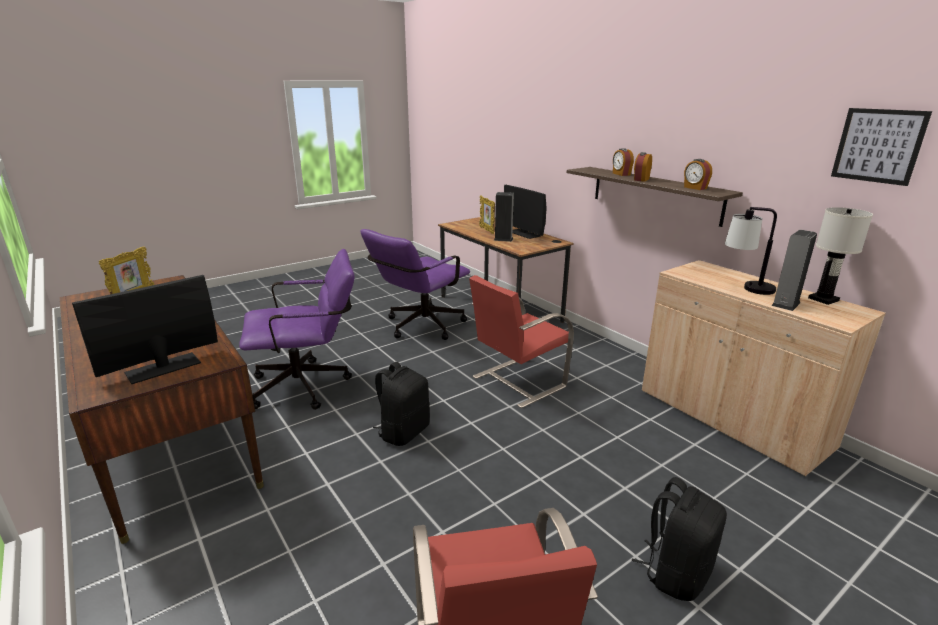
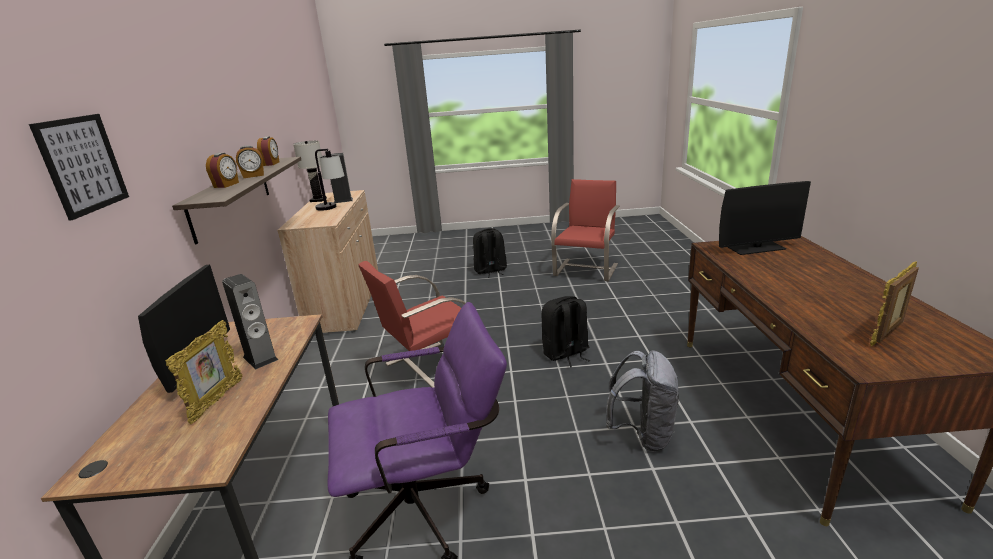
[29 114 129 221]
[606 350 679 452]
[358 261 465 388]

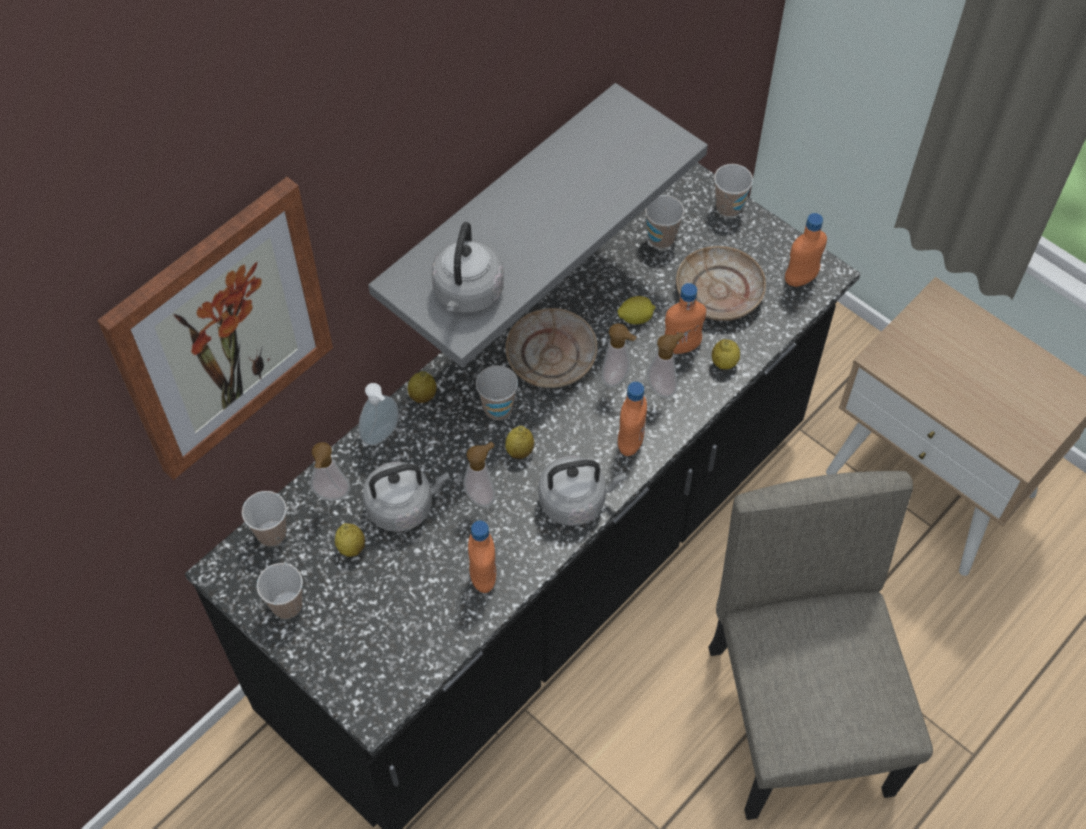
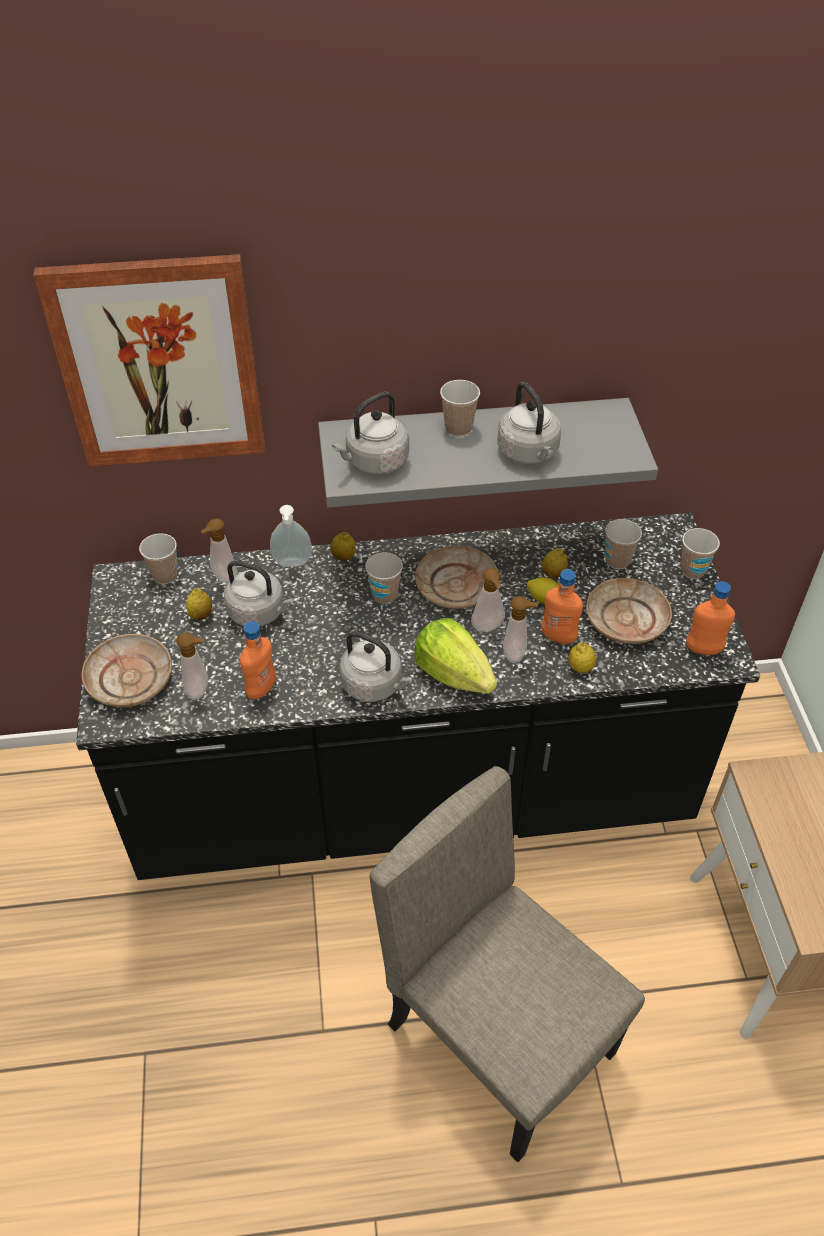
[82 634 172 707]
[498 382 561 464]
[440 380 480 436]
[176 632 208 700]
[542 548 568 578]
[414 618 497 694]
[370 766 645 1162]

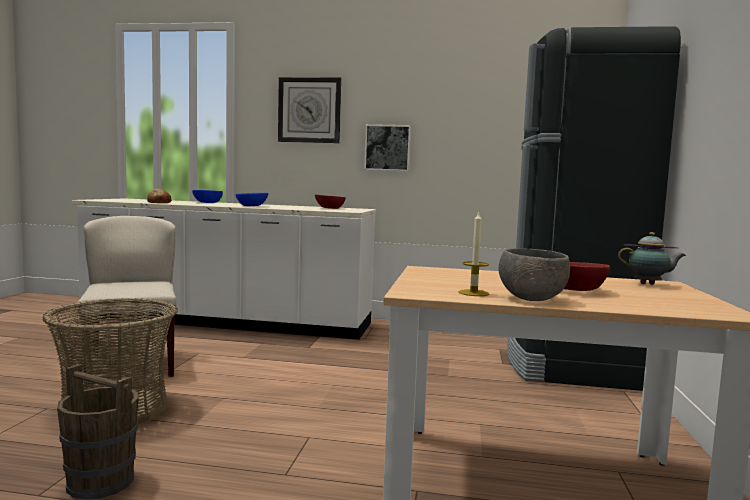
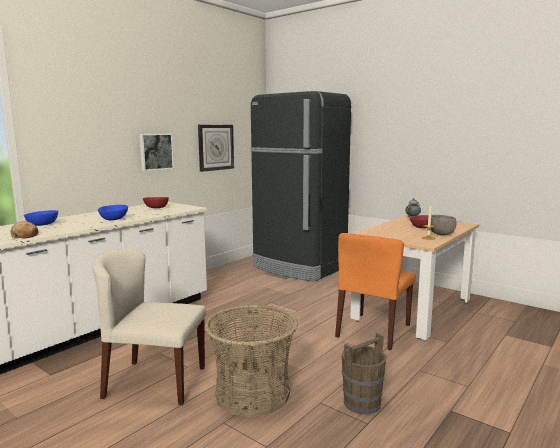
[335 233 416 351]
[198 125 234 172]

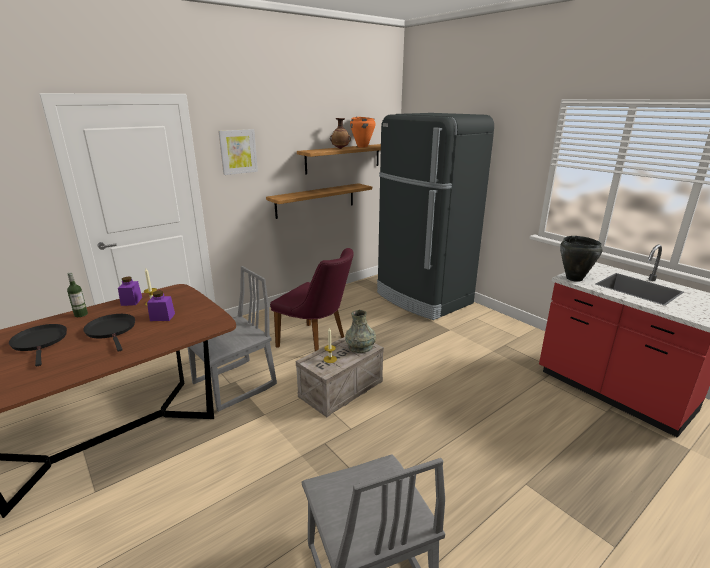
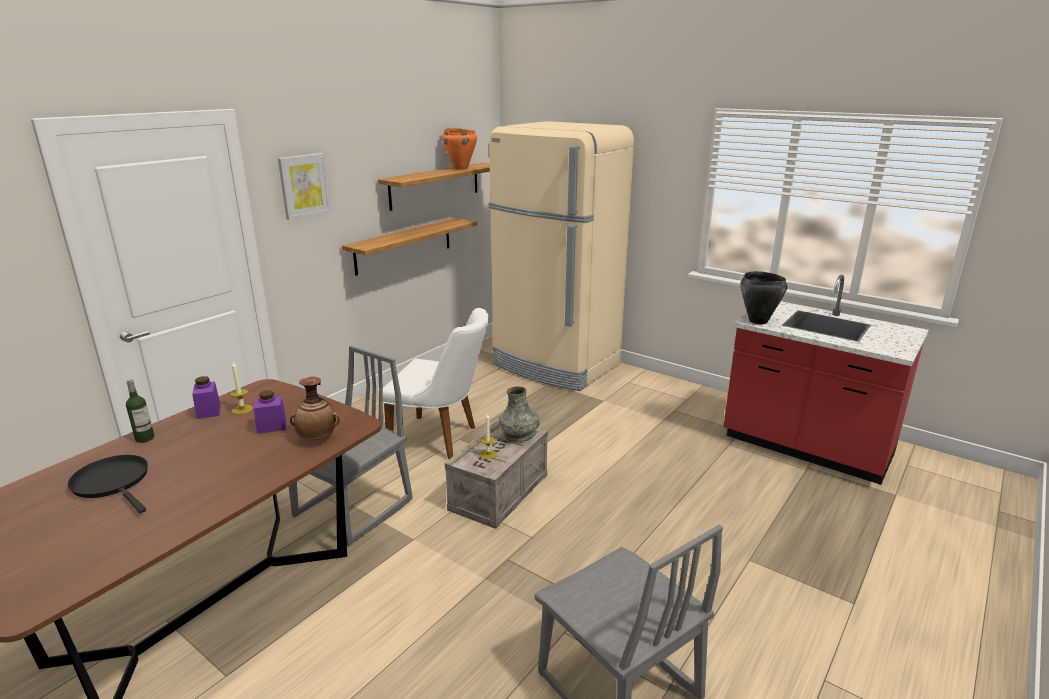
[83 314 135 352] (first image)
[290 377 340 440]
[383 308 489 459]
[489 121 634 391]

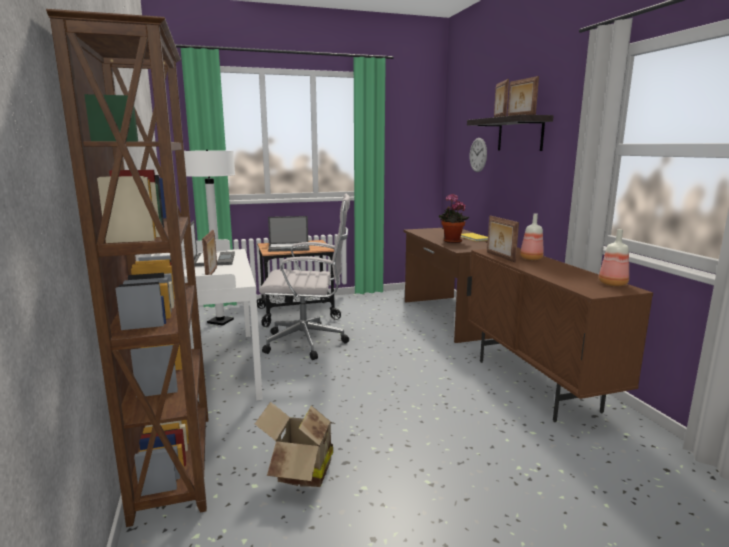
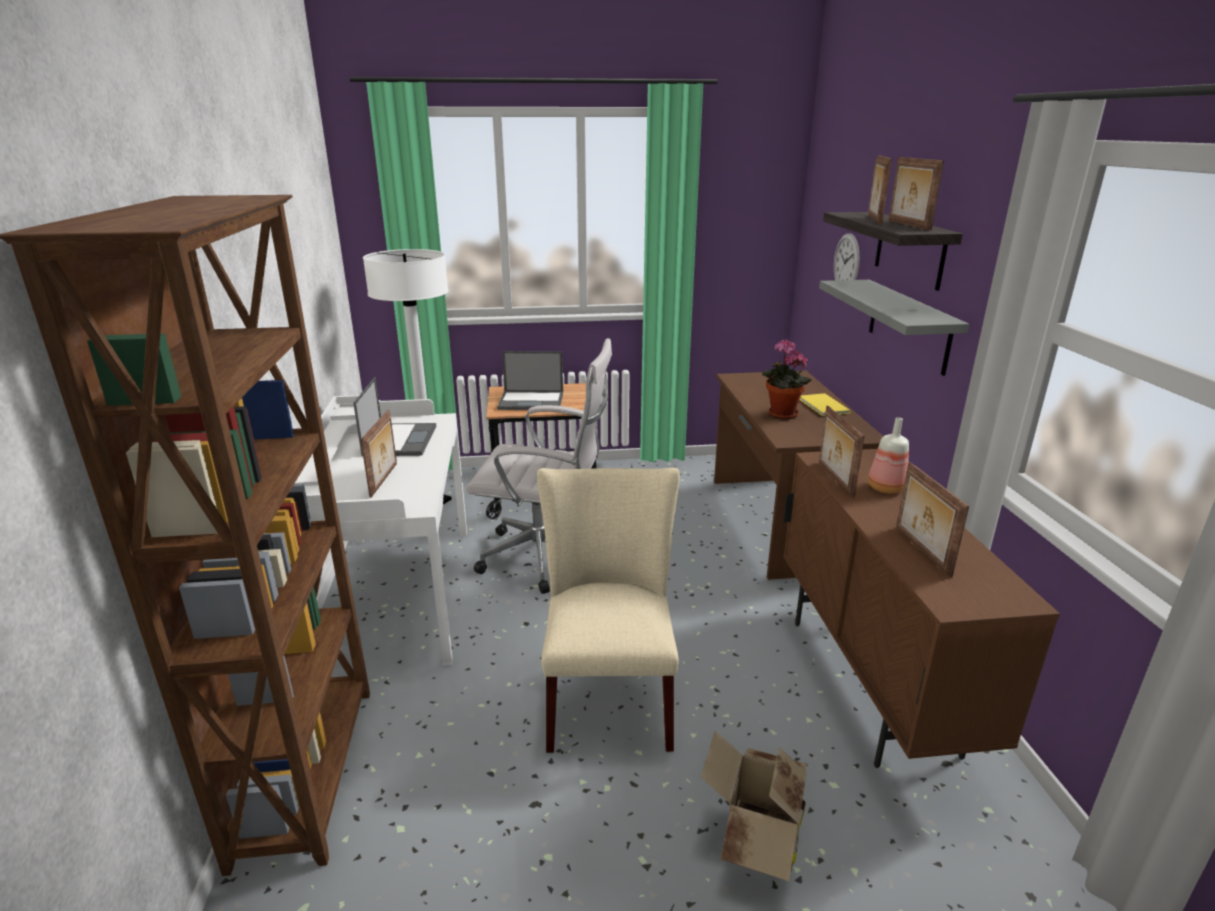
[599 229 629 286] (first image)
[537 468 680 753]
[819 280 969 376]
[896 462 969 578]
[701 730 807 881]

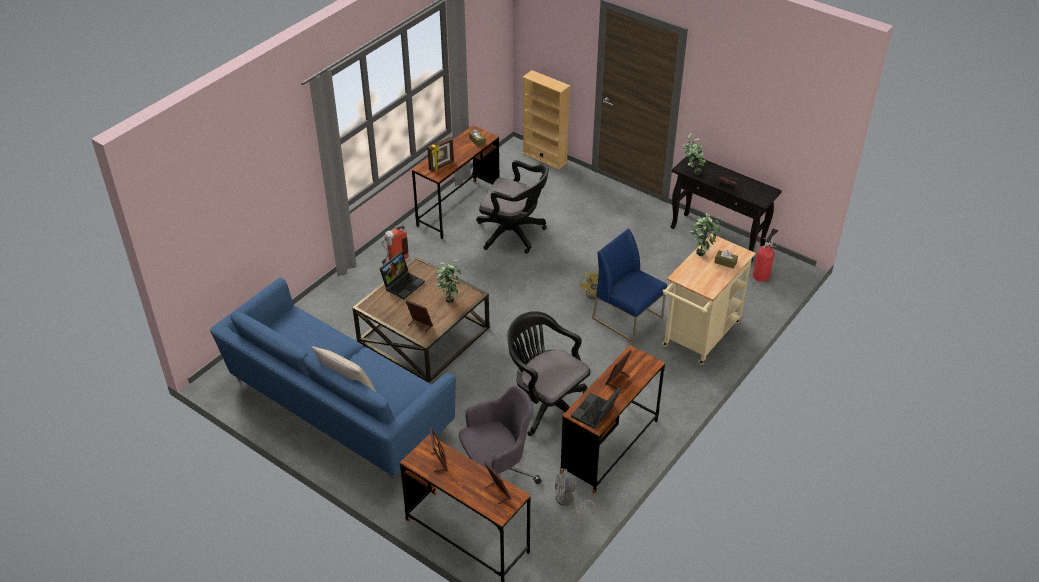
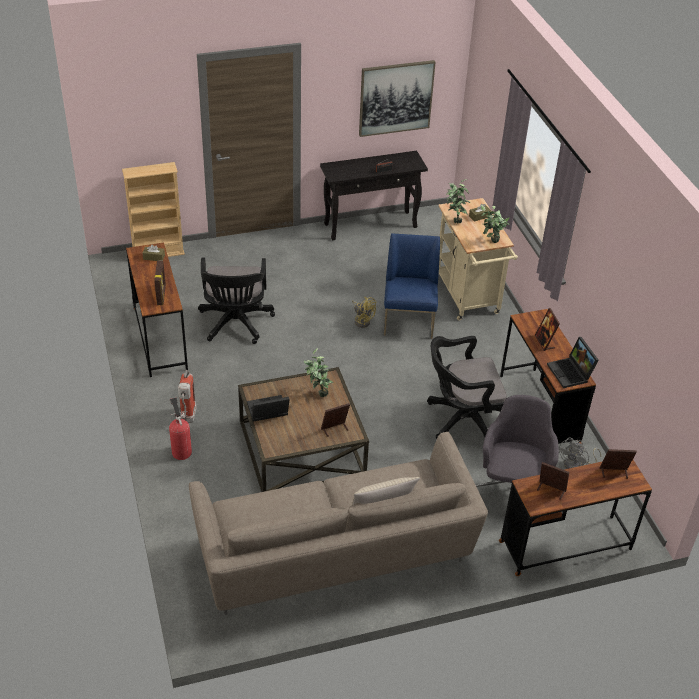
[359 60 436 137]
[481 205 510 243]
[169 398 192 460]
[189 432 488 615]
[247 395 290 422]
[198 258 275 344]
[384 233 440 339]

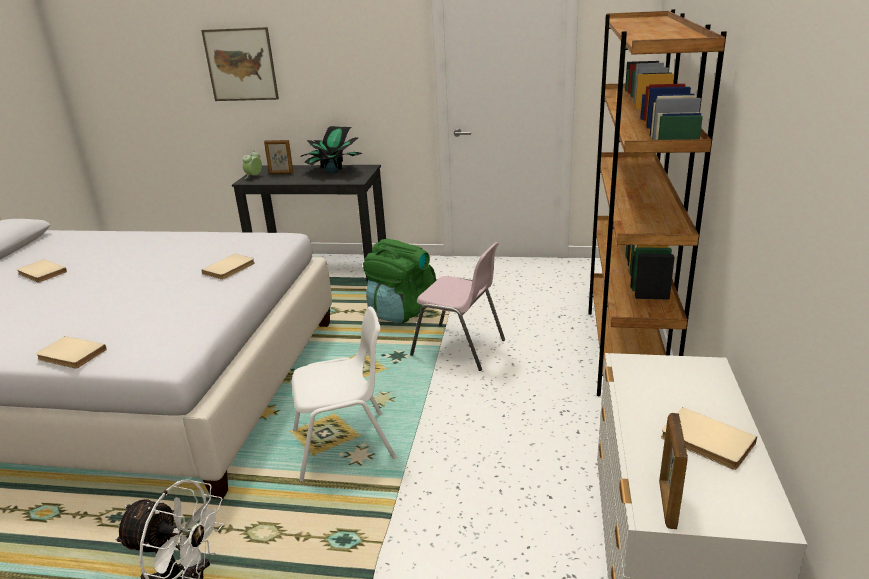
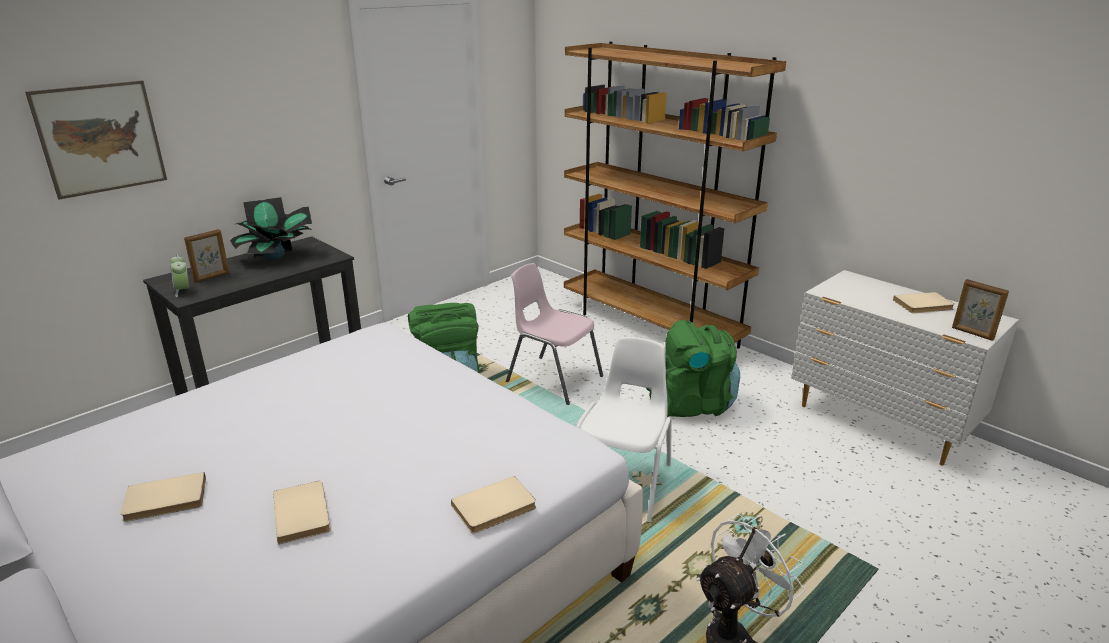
[646 320 740 417]
[273 481 331 545]
[506 263 603 405]

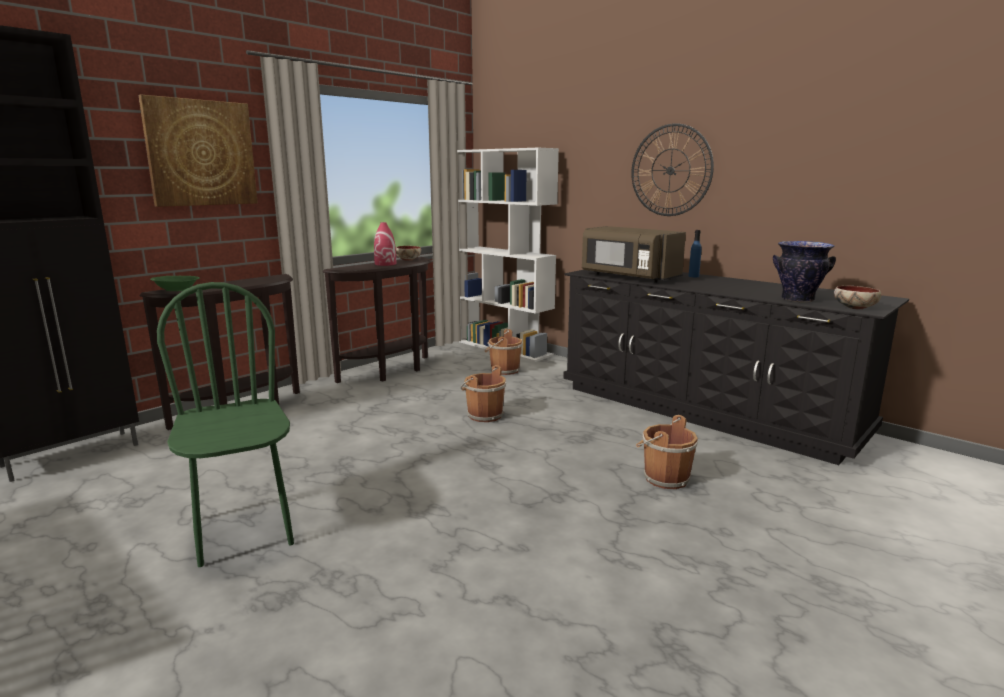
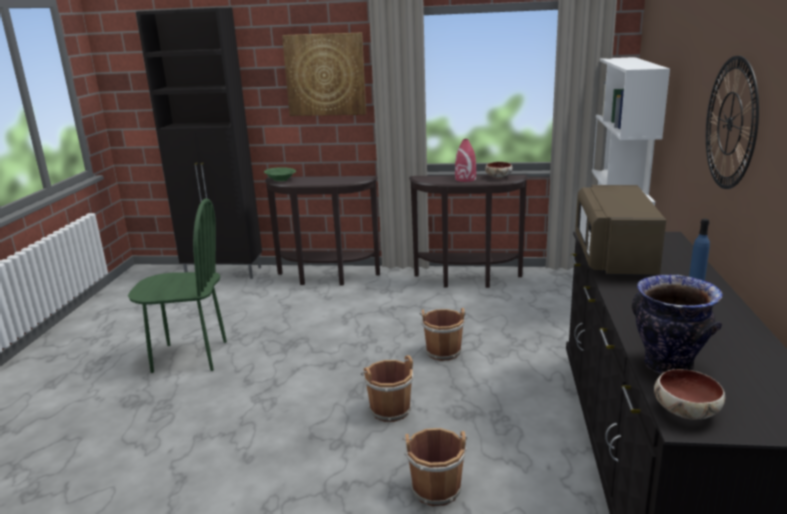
[361 355 413 422]
[128 199 227 373]

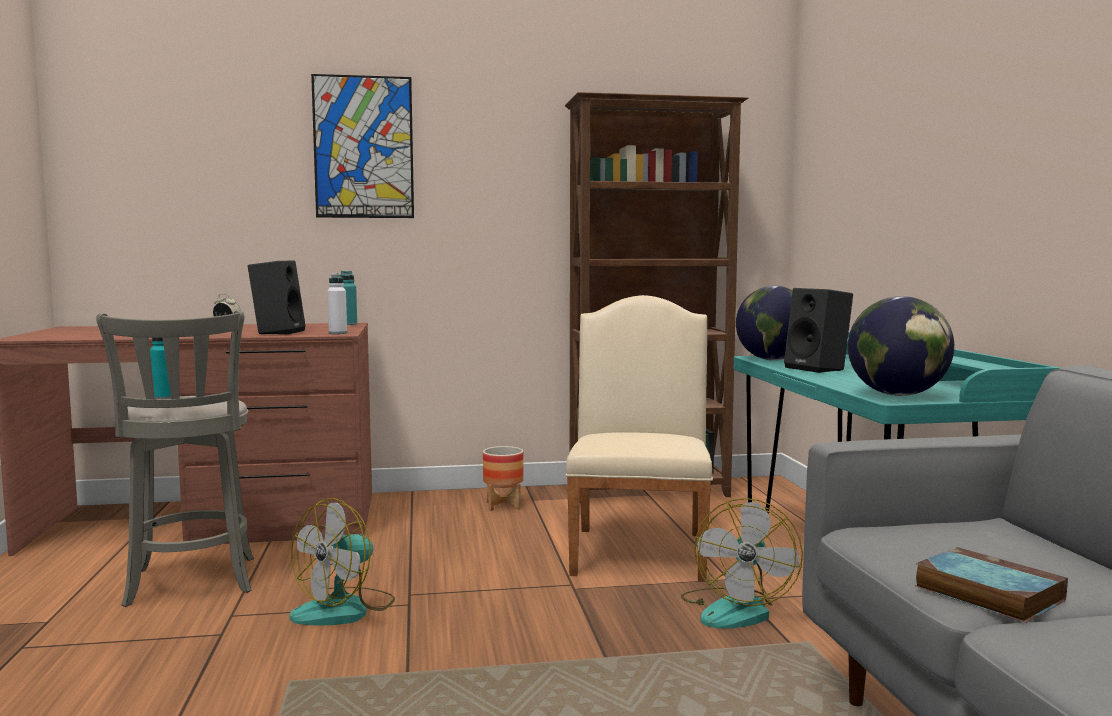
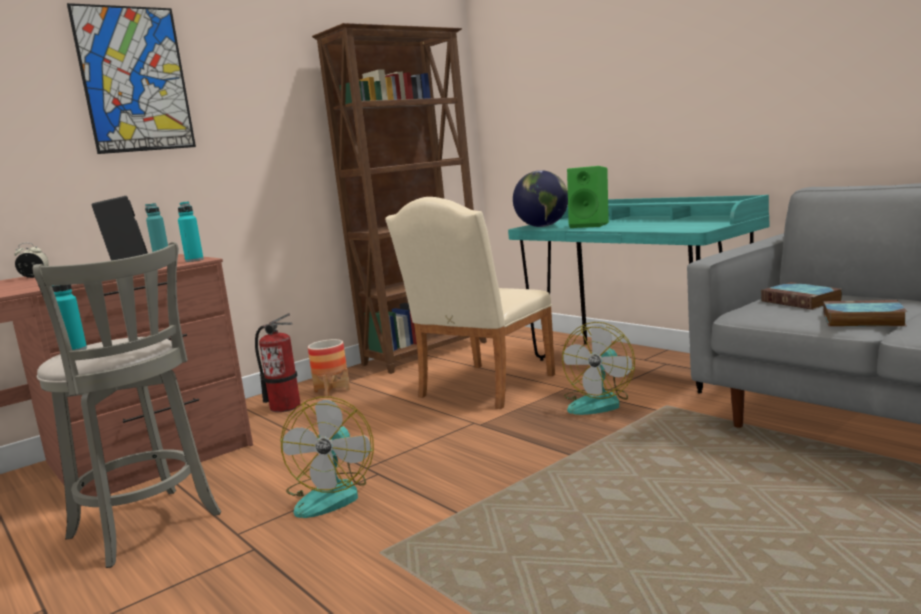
[848 296 954 396] (first image)
[255 313 301 412]
[761 282 842 310]
[178 202 204 262]
[567 166 609 228]
[385 197 555 409]
[562 322 635 415]

